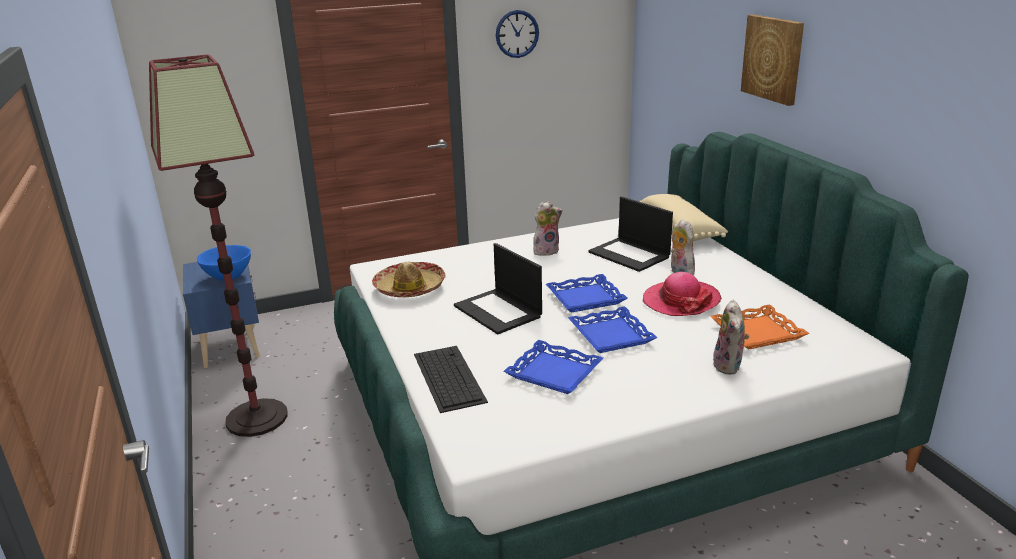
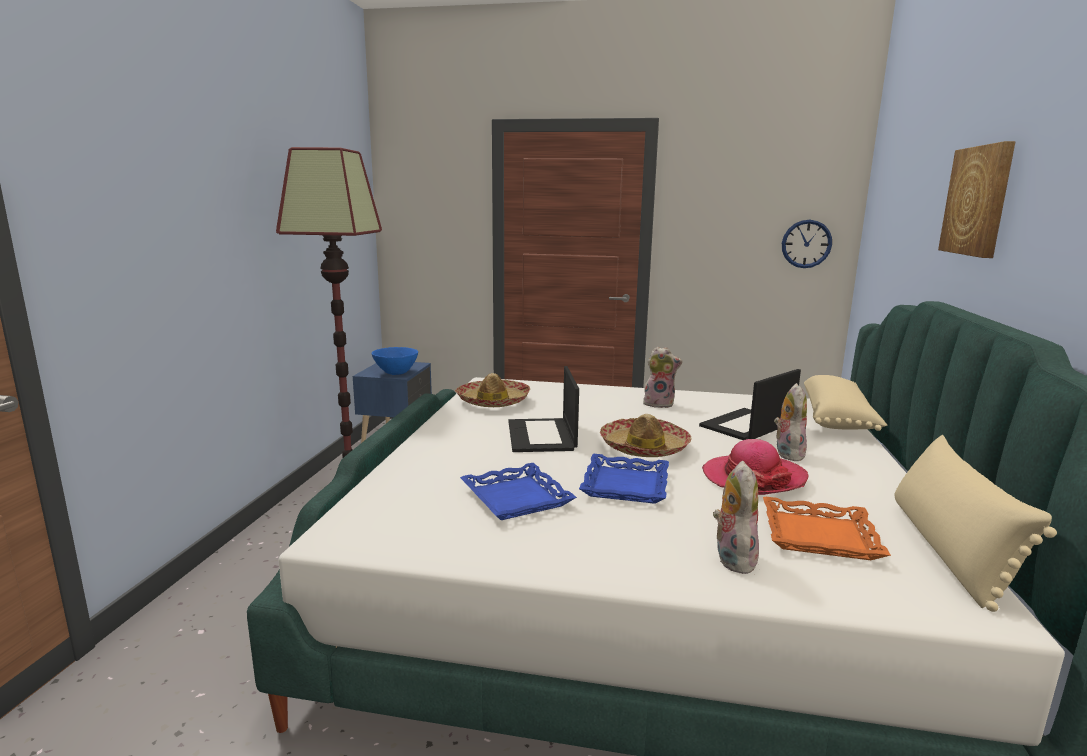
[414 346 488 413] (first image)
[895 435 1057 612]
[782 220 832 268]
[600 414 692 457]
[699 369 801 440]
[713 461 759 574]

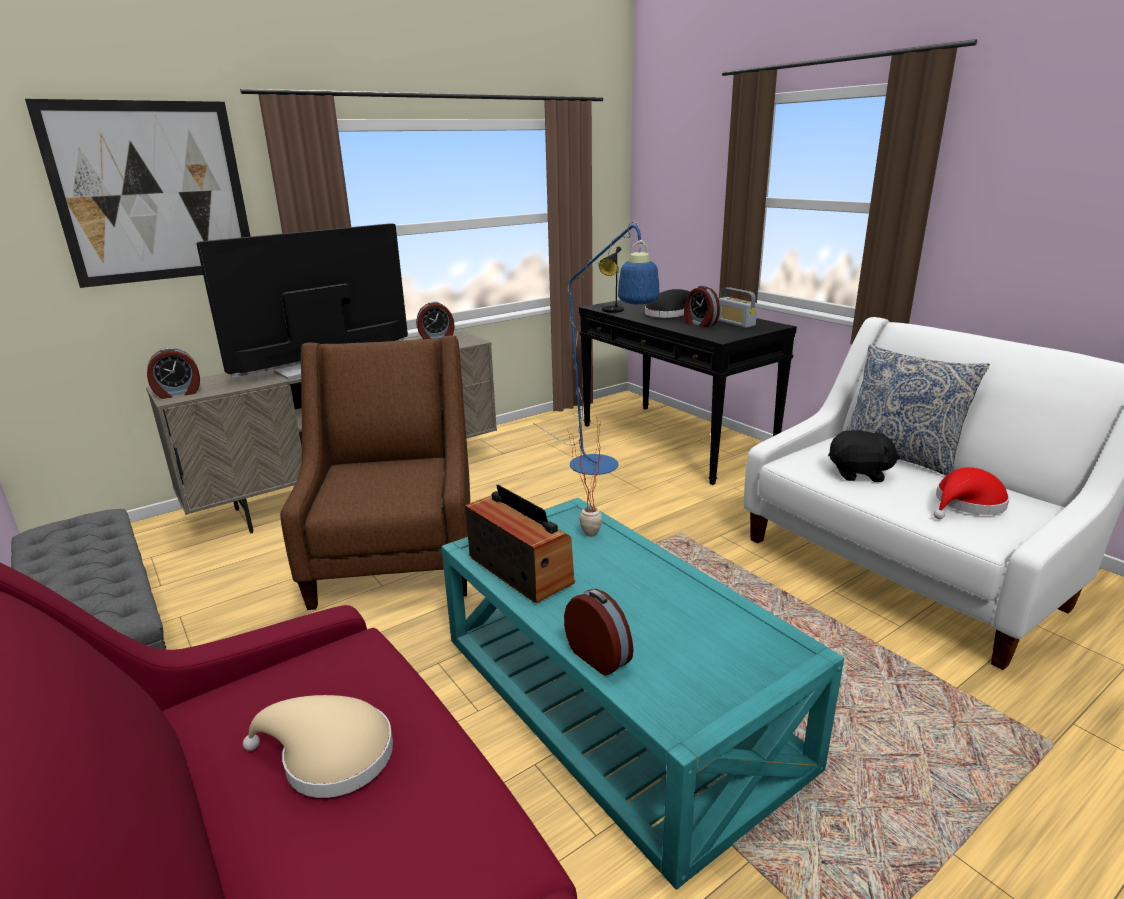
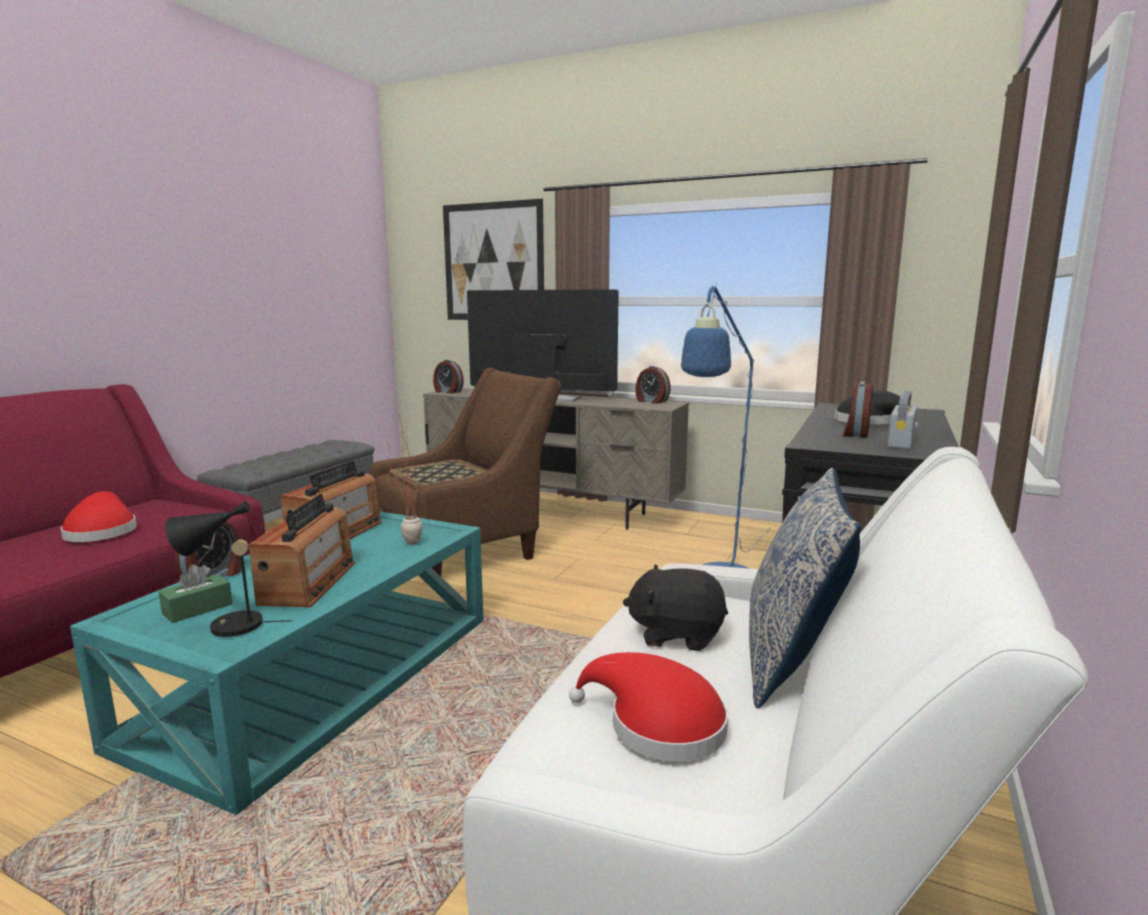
[158 564 233 623]
[248 494 355 607]
[389 459 486 489]
[165 501 292 637]
[61 491 137 542]
[623 565 728 651]

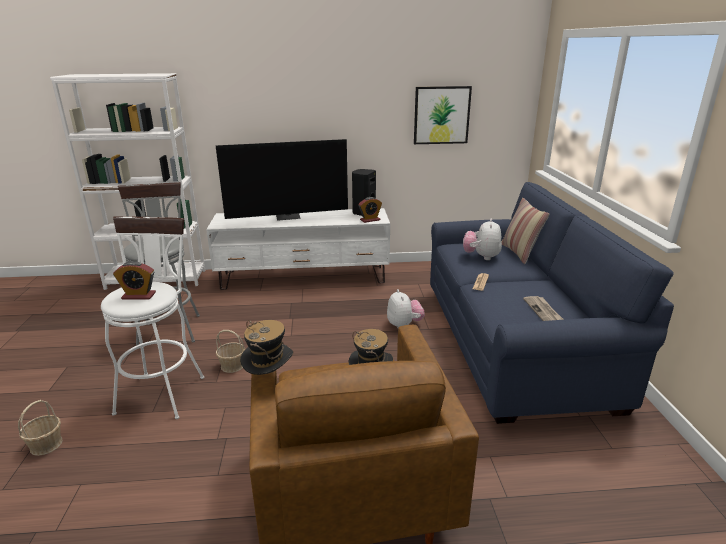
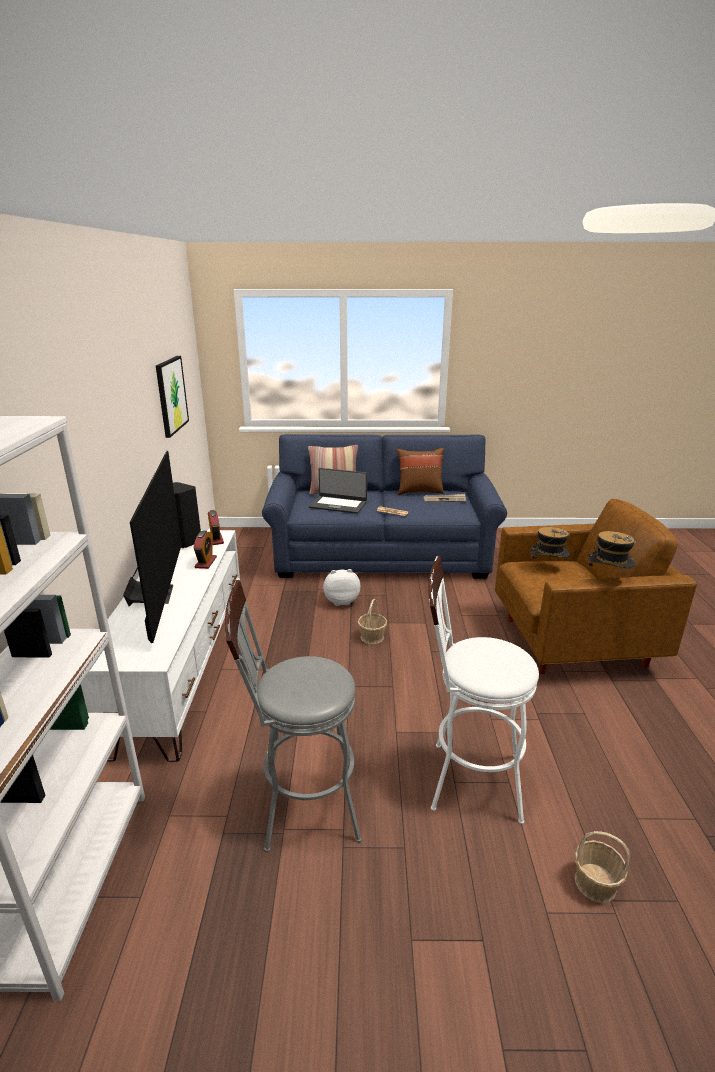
[396 448 444 495]
[193 530 217 569]
[358 599 387 644]
[309 468 367 514]

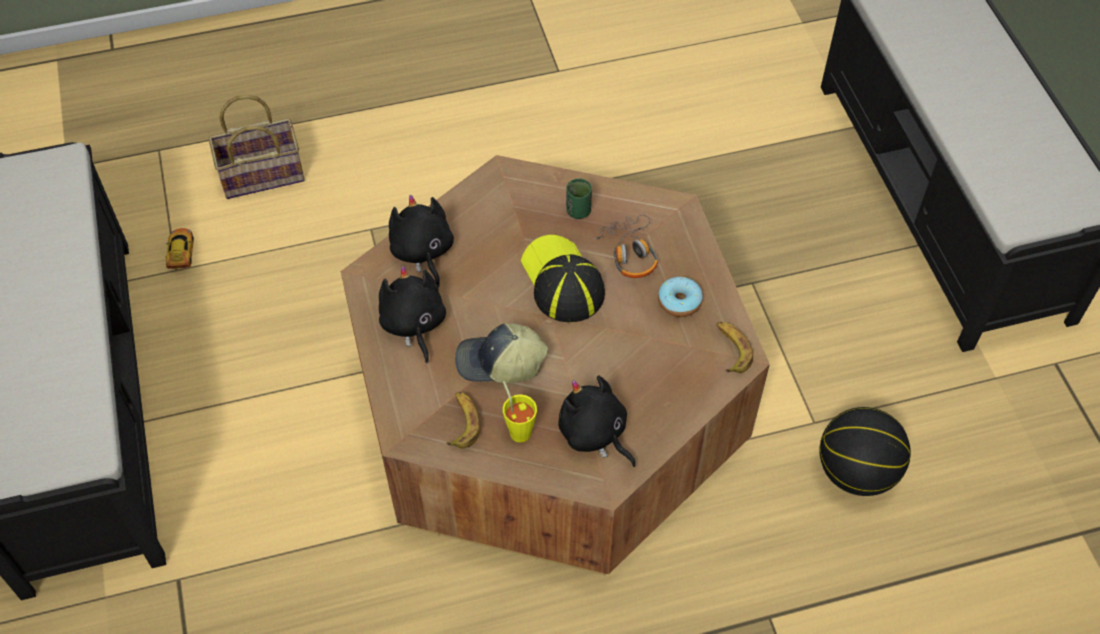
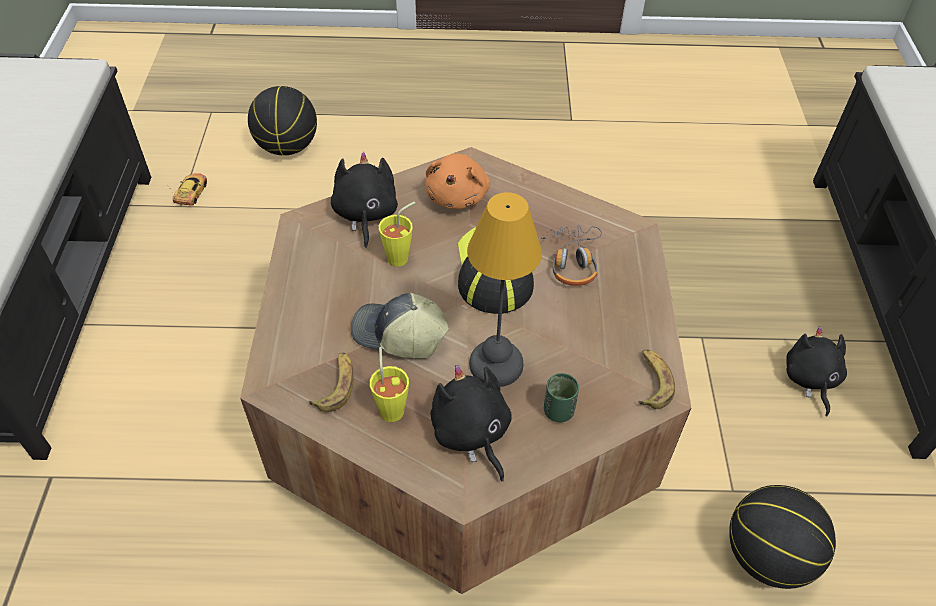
[658 277 703 317] (first image)
[379 202 415 267]
[425 154 490 209]
[467 192 542 387]
[786 326 847 417]
[544 373 579 422]
[248 86 317 155]

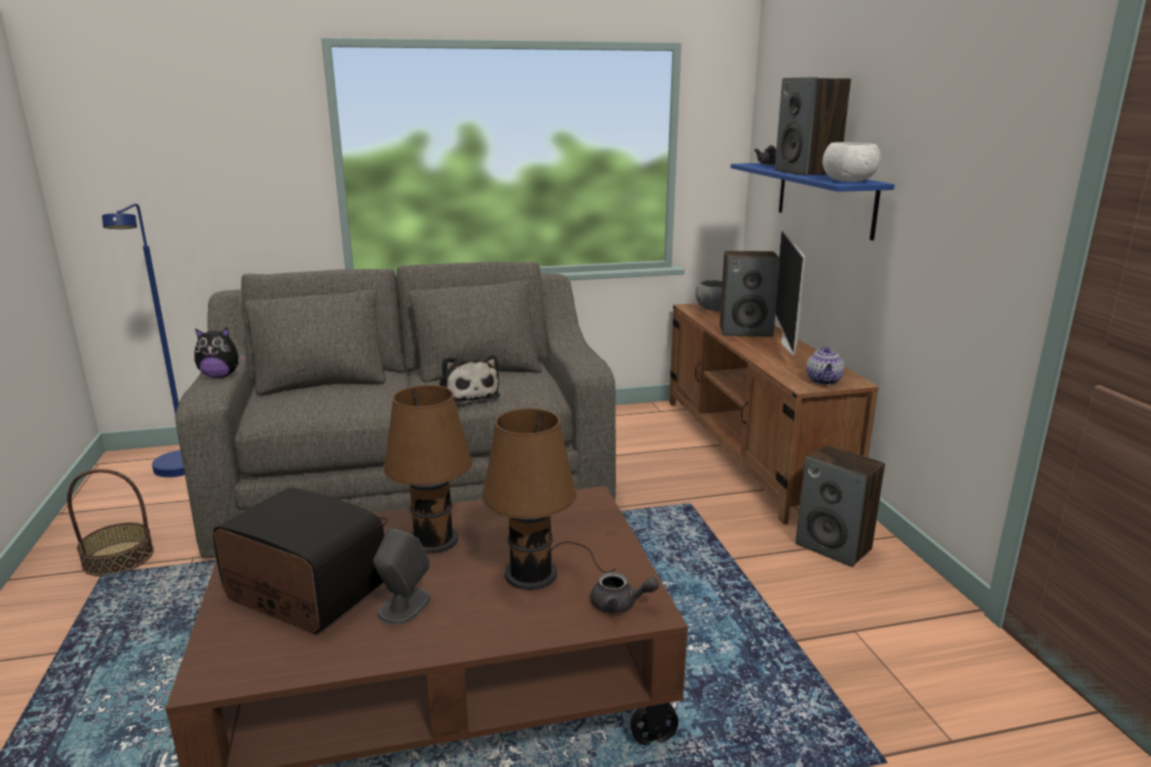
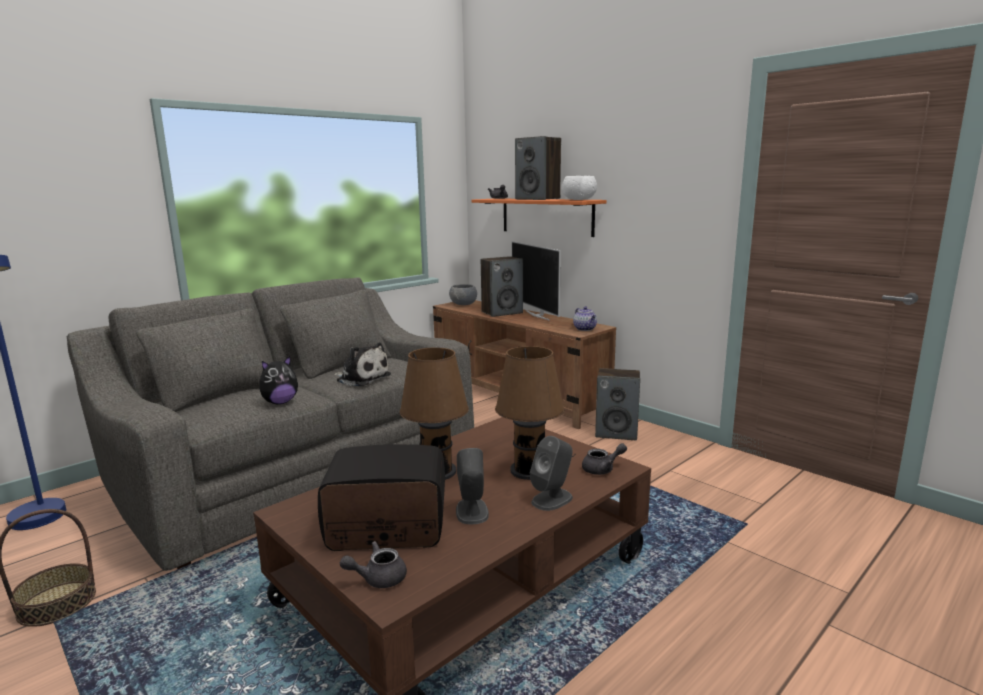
[340 541 407 588]
[530 436 573 511]
[259 356 298 404]
[471 199 607 237]

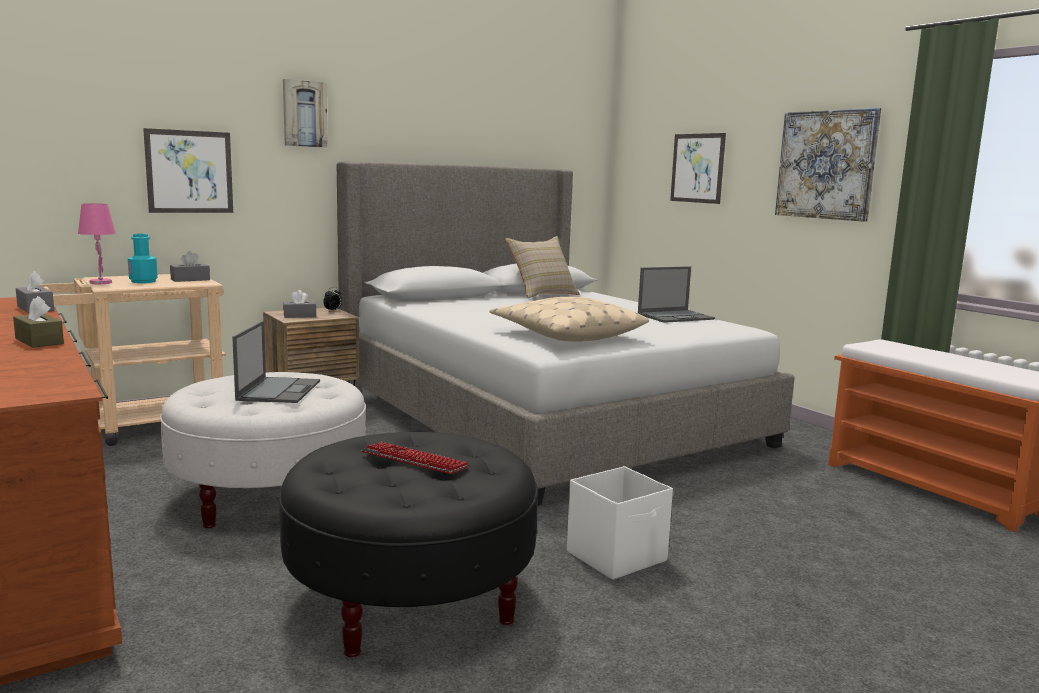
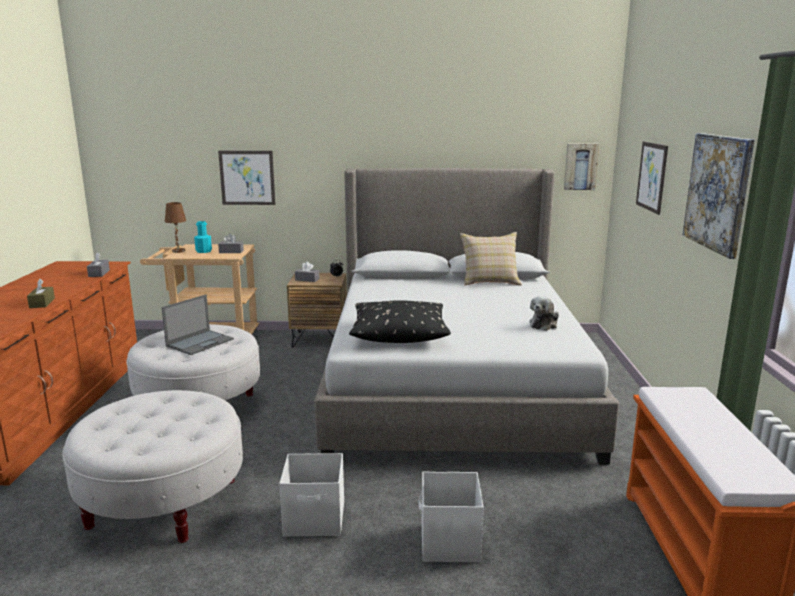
[361 442 470 475] (first image)
[419 471 484 562]
[564 144 599 190]
[530 296 559 331]
[165 202 186 253]
[62 390 243 543]
[349 300 451 343]

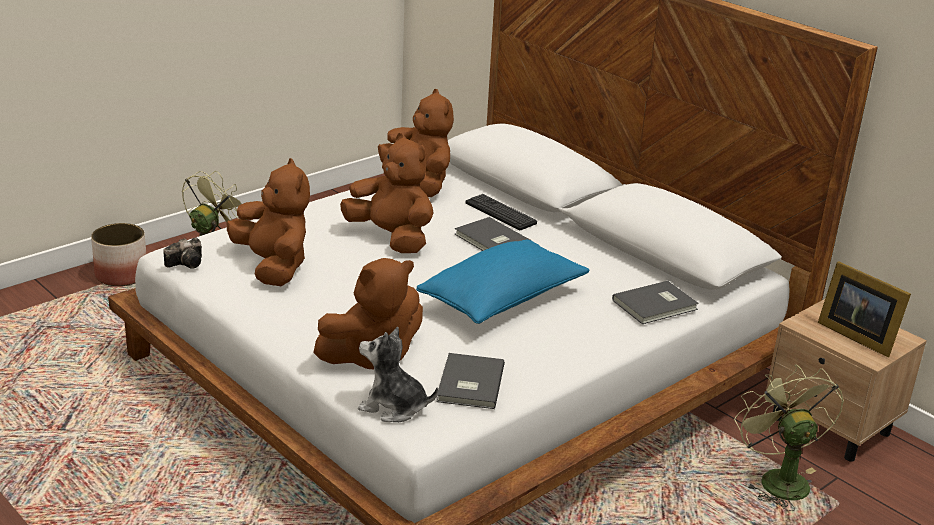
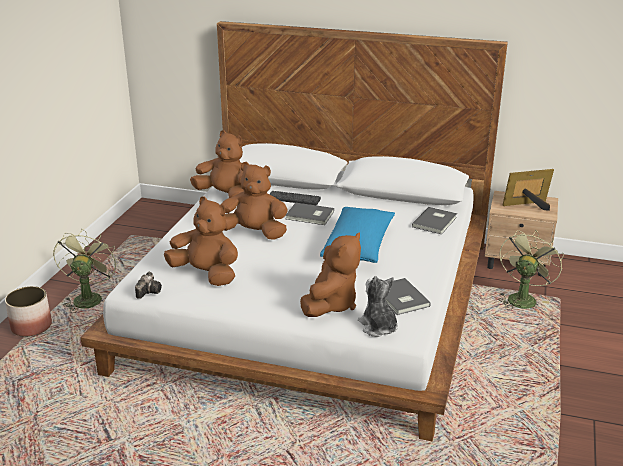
[358 276 398 337]
[498 230 564 310]
[503 169 554 211]

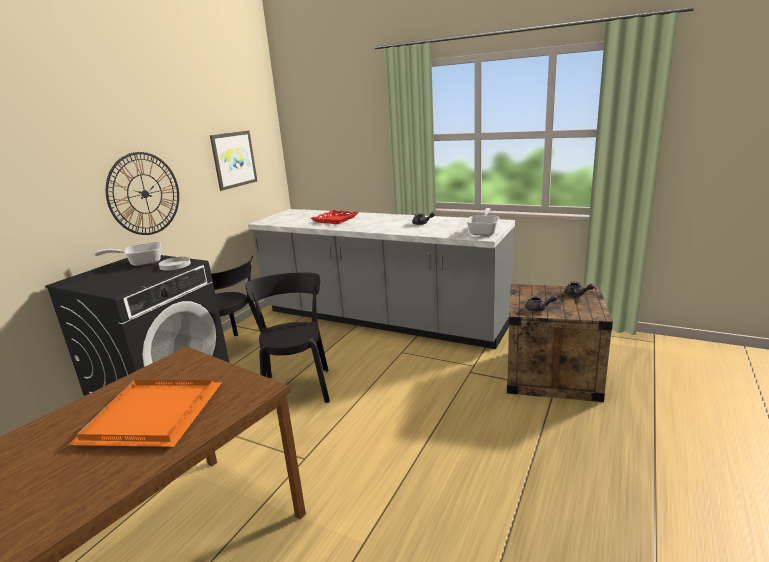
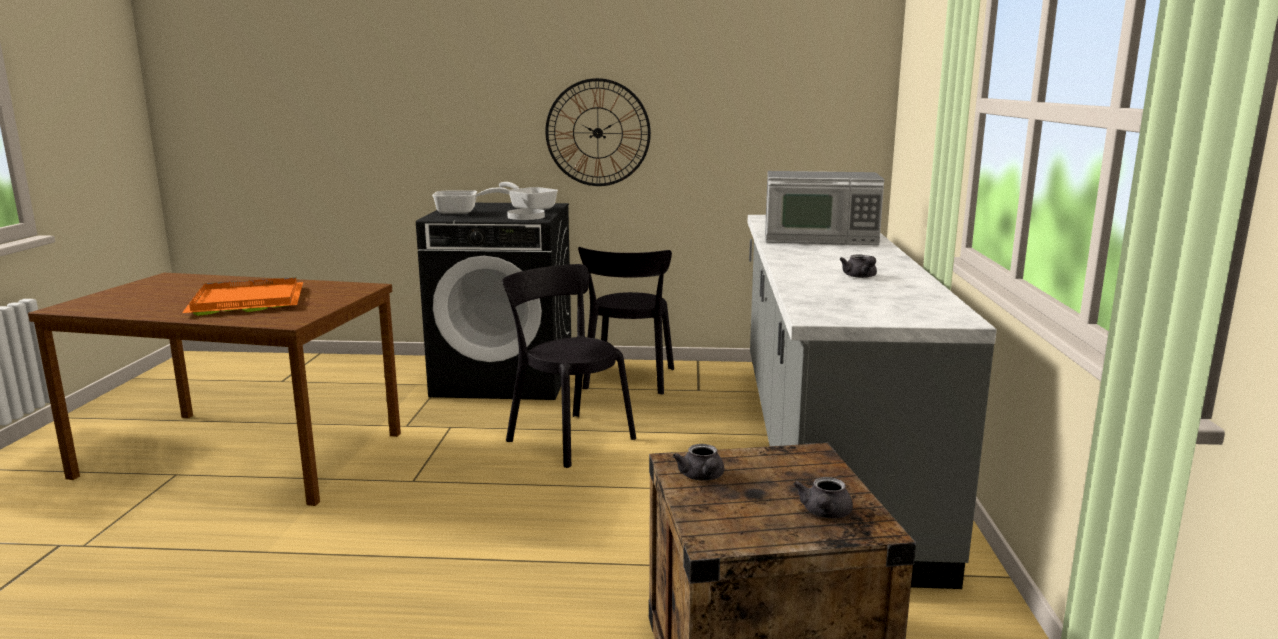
[210 130 257 191] (first image)
[432 187 510 214]
[765 171 884 245]
[502 264 636 468]

